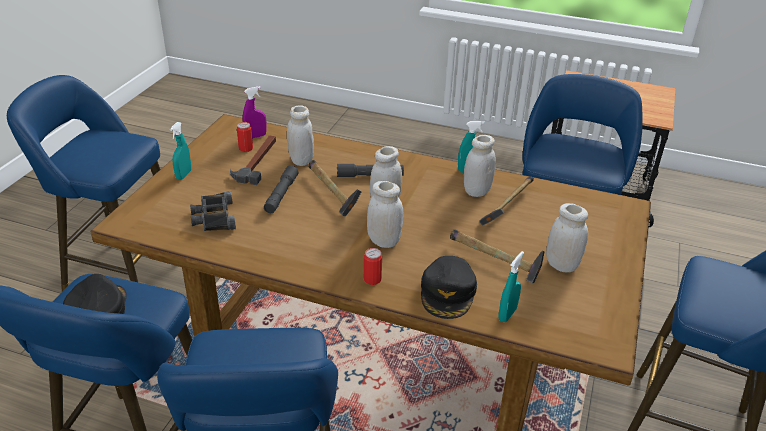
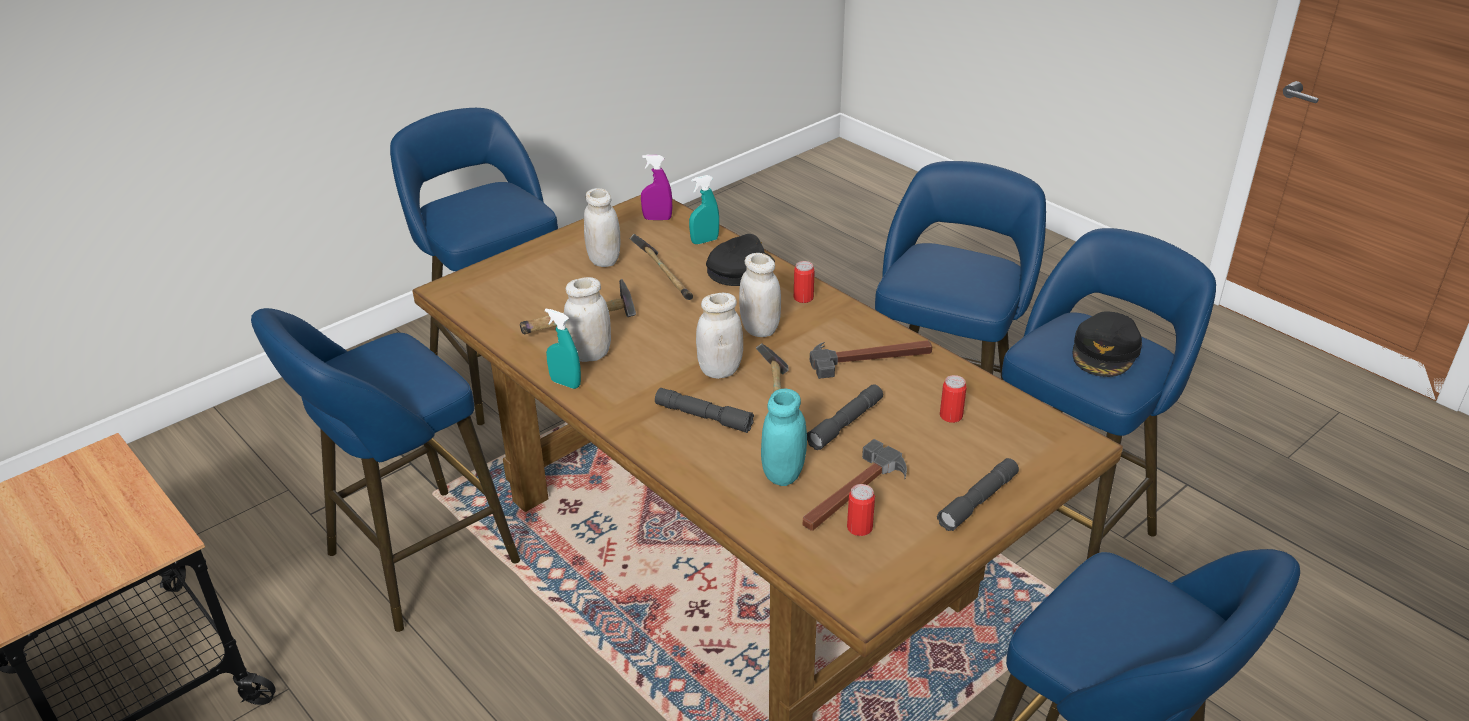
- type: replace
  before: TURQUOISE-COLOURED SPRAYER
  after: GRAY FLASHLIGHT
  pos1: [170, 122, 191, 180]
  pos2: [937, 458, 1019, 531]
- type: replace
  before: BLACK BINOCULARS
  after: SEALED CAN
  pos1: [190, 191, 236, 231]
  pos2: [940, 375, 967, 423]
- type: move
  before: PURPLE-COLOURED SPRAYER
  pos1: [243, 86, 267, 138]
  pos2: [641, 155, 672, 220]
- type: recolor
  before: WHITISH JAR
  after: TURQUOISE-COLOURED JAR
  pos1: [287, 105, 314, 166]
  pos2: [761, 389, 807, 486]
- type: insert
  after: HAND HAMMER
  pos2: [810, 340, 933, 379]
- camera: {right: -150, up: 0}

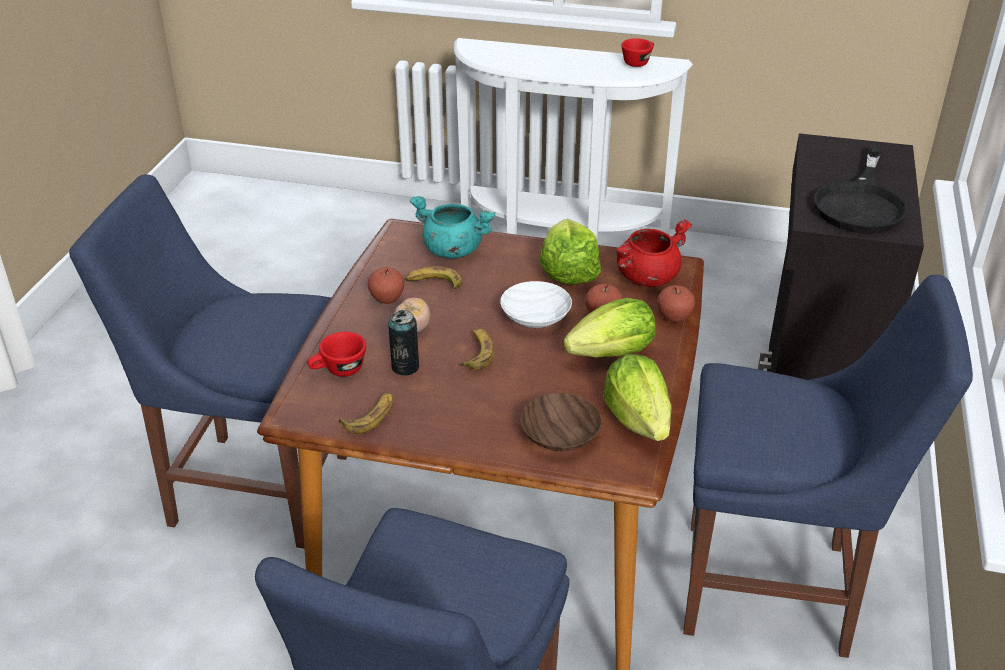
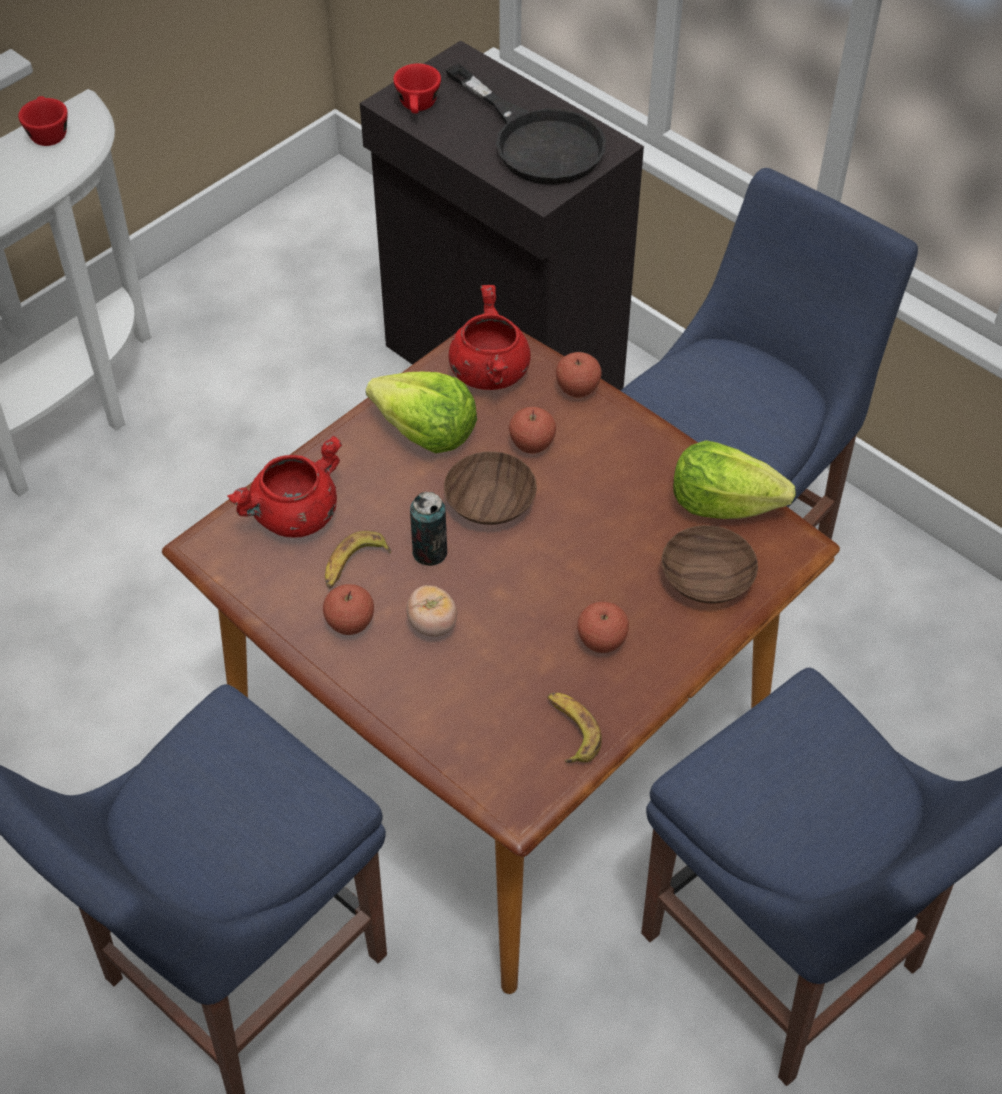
- type: move
  before: RED-COLOURED DRINKING CUP
  pos1: [307, 332, 366, 377]
  pos2: [393, 64, 441, 113]
- type: move
  before: SEALED CAN
  pos1: [388, 310, 419, 376]
  pos2: [410, 492, 447, 566]
- type: recolor
  before: TURQUOISE-COLOURED STOCKPOT
  after: RED-COLOURED STOCKPOT
  pos1: [410, 196, 495, 259]
  pos2: [227, 435, 342, 538]
- type: delete
  before: BANANA
  pos1: [459, 329, 494, 370]
- type: recolor
  before: WHITISH BOWL
  after: BROWN BOWL
  pos1: [500, 281, 572, 328]
  pos2: [444, 451, 537, 525]
- type: delete
  before: LETTUCE HEAD
  pos1: [563, 298, 656, 357]
- type: insert
  after: WHOLE APPLE
  pos2: [577, 602, 629, 653]
- camera: {right: -60, up: 15}

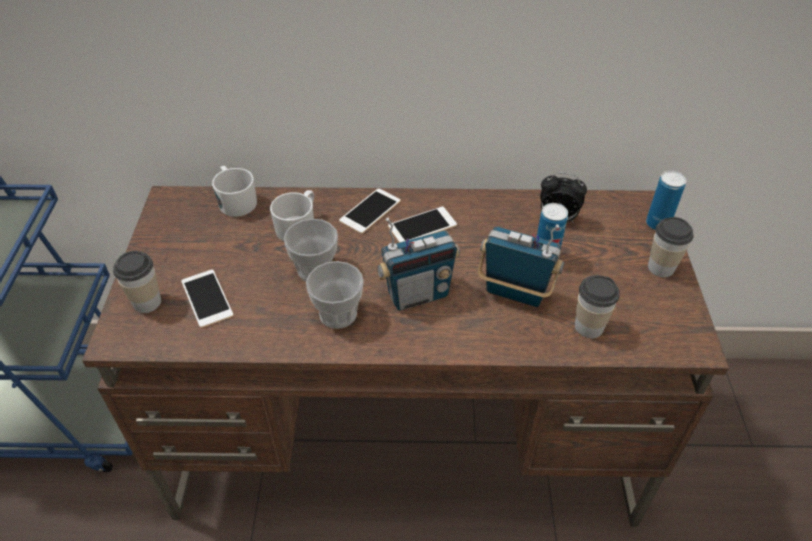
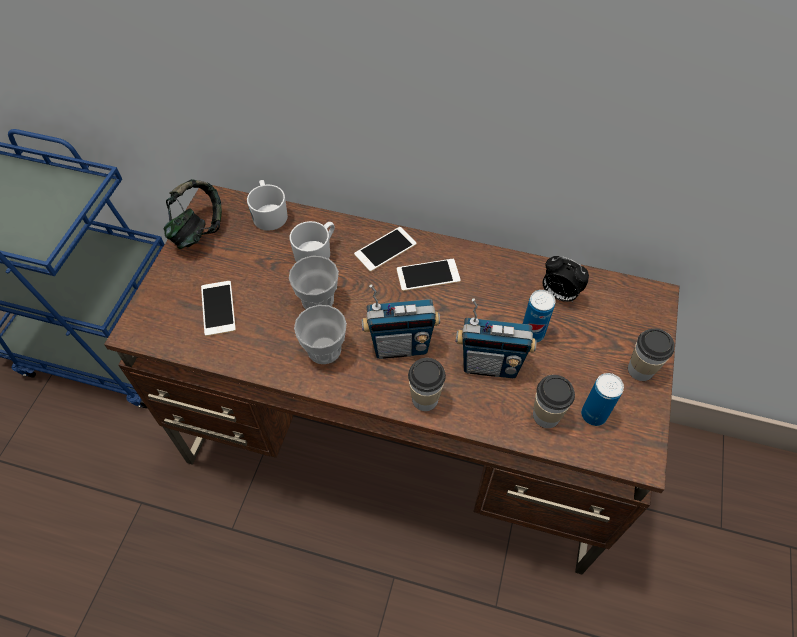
- type: move
  before: DRINKING CUP
  pos1: [113, 251, 161, 313]
  pos2: [408, 358, 446, 411]
- type: rotate
  before: RADIO SET
  pos1: [478, 224, 564, 307]
  pos2: [456, 298, 537, 378]
  turn: 150
- type: move
  before: SEALED CAN
  pos1: [646, 171, 686, 230]
  pos2: [581, 373, 624, 426]
- type: insert
  after: PAIR OF HEADPHONES
  pos2: [164, 179, 222, 249]
- camera: {right: 15, up: 10}

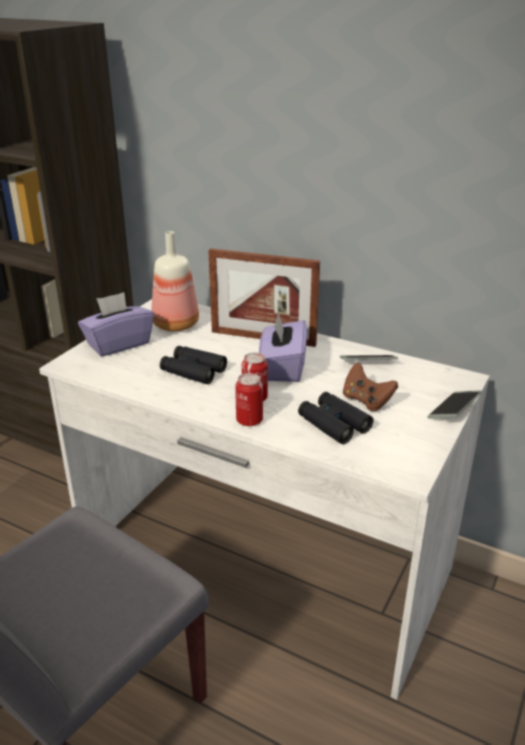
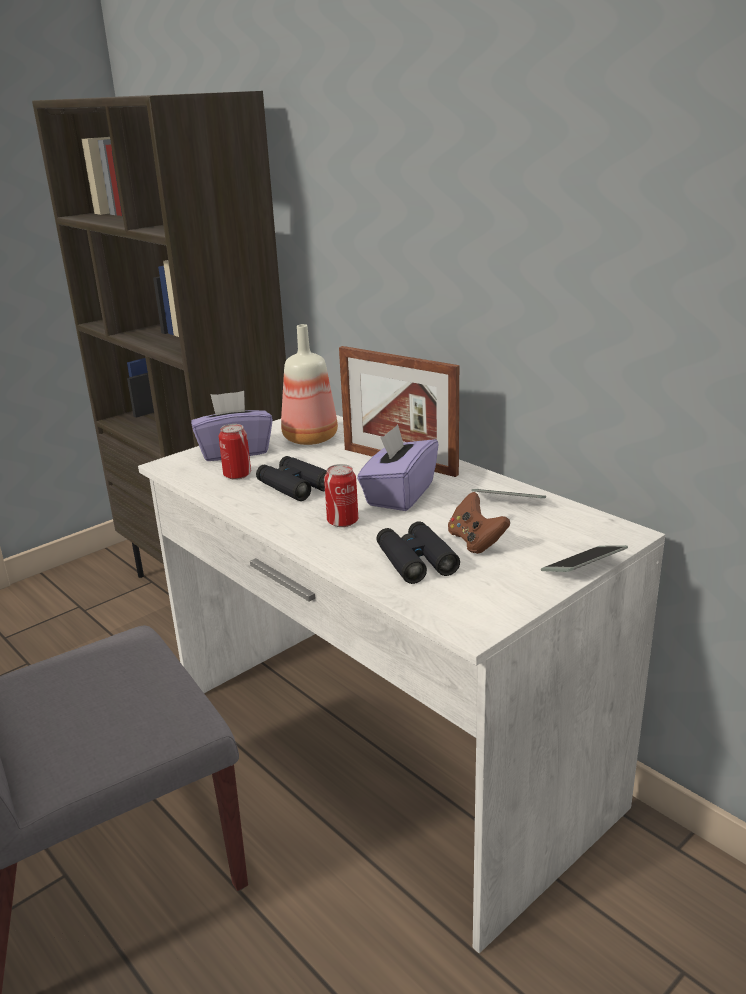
- type: move
  before: SEALED CAN
  pos1: [235, 373, 263, 426]
  pos2: [219, 424, 251, 480]
- camera: {right: 20, up: -5}

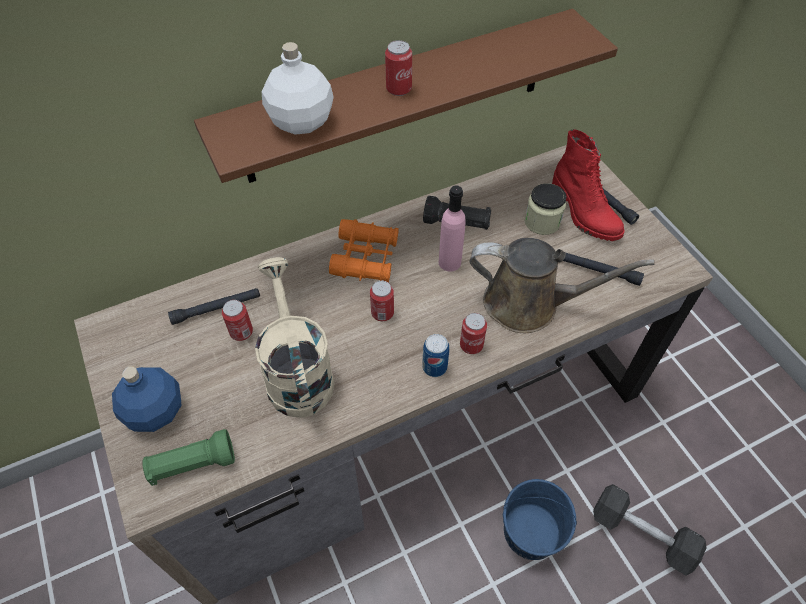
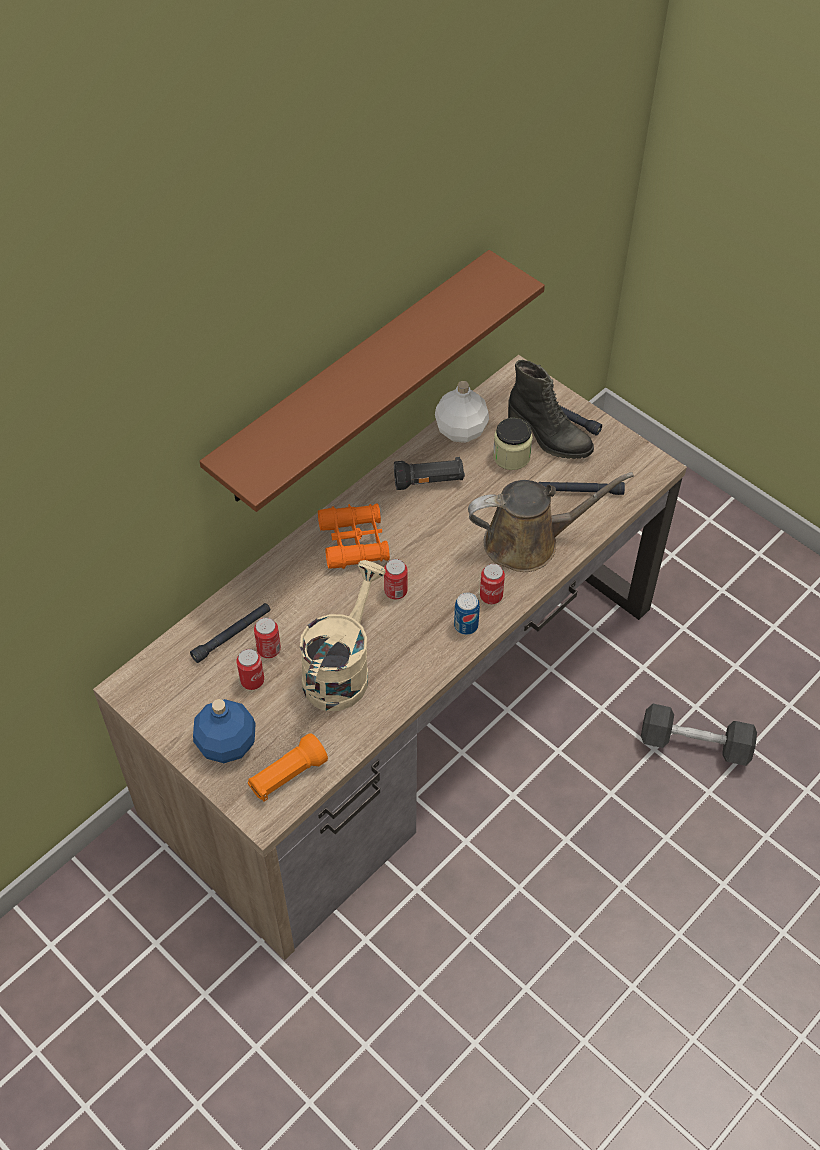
- type: recolor
  before: GREEN FLASHLIGHT
  after: ORANGE FLASHLIGHT
  pos1: [142, 429, 235, 486]
  pos2: [248, 733, 328, 802]
- type: rotate
  before: BEIGE-COLOURED SPRINKLING CAN
  pos1: [255, 257, 335, 418]
  pos2: [300, 560, 386, 711]
  turn: 60
- type: move
  before: WHITISH BEVERAGE BOTTLE
  pos1: [262, 42, 334, 134]
  pos2: [435, 381, 489, 443]
- type: move
  before: SEALED CAN
  pos1: [385, 40, 412, 96]
  pos2: [236, 649, 264, 690]
- type: delete
  before: PINKISH BEVERAGE BOTTLE
  pos1: [439, 185, 466, 272]
- type: delete
  before: BLUE-COLOURED PAIL
  pos1: [503, 479, 577, 560]
- type: recolor
  before: RED-COLOURED BOOT
  after: BLACK BOOT
  pos1: [552, 129, 625, 241]
  pos2: [508, 360, 594, 459]
- camera: {right: -20, up: 0}

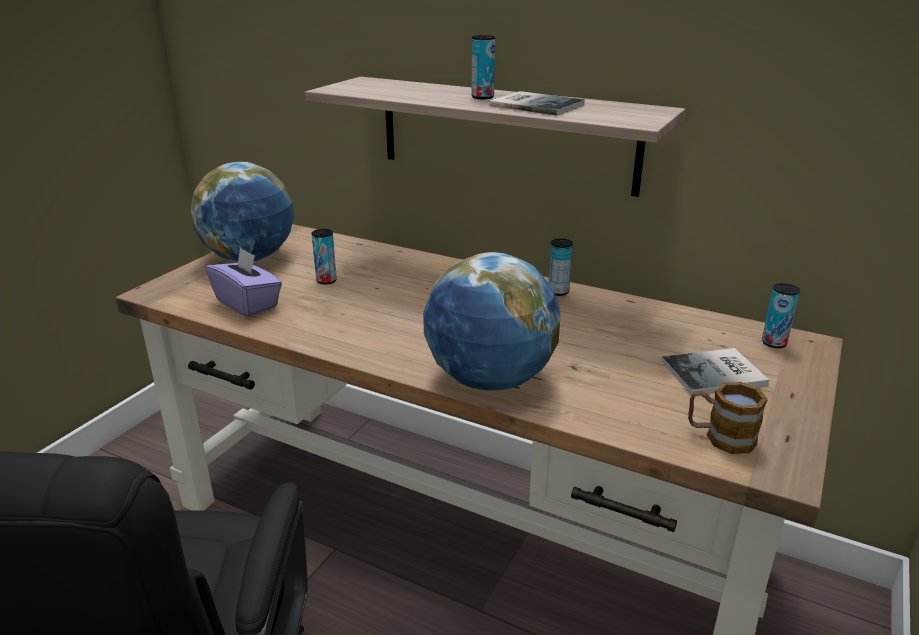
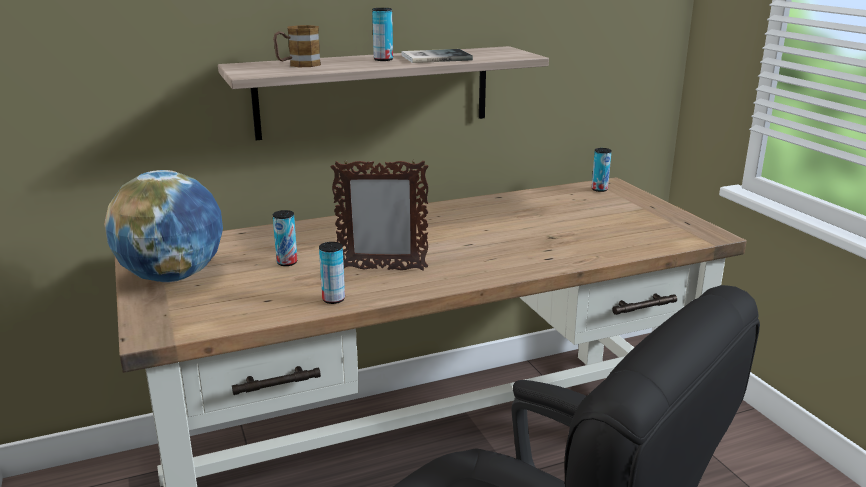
- type: delete
  before: PURPLE-COLOURED TISSUE BOX
  pos1: [206, 247, 282, 317]
- type: delete
  before: GLOBE
  pos1: [423, 252, 560, 391]
- type: move
  before: SEALED CAN
  pos1: [549, 238, 573, 296]
  pos2: [319, 242, 345, 304]
- type: delete
  before: BOUND BOOK
  pos1: [661, 348, 769, 395]
- type: move
  before: COFFEE MUG
  pos1: [688, 382, 768, 454]
  pos2: [273, 25, 321, 67]
- type: insert
  after: STANDING FRAME
  pos2: [331, 159, 428, 271]
- camera: {right: -50, up: -5}

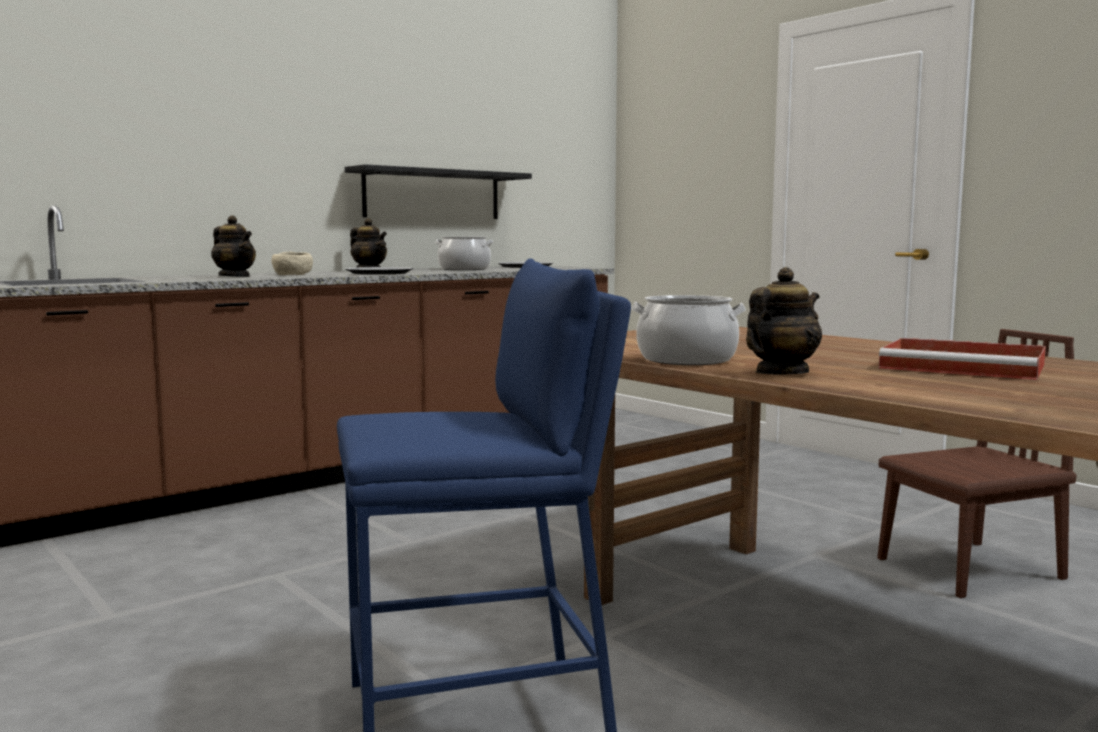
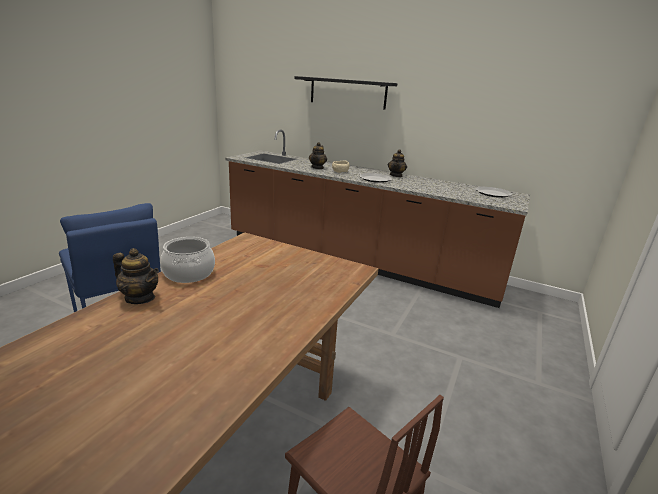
- type: move
  before: BLACK SHELF
  pos1: [345, 164, 532, 219]
  pos2: [294, 76, 398, 109]
- type: delete
  before: STOCKPOT
  pos1: [435, 237, 494, 270]
- type: delete
  before: RED-COLOURED SERVING TRAY
  pos1: [879, 338, 1046, 380]
- camera: {right: 65, up: 15}

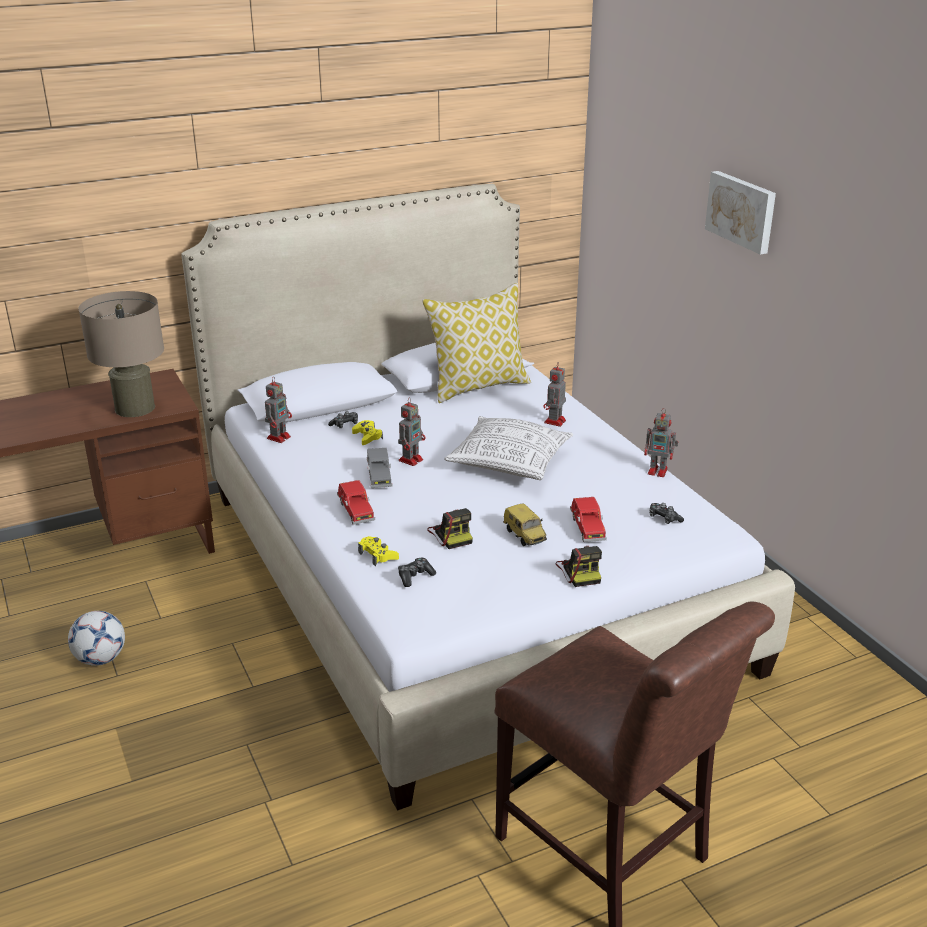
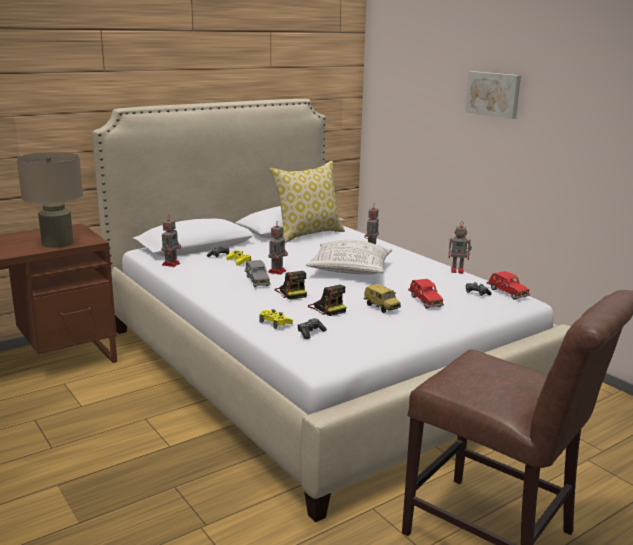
- type: delete
  before: FOOTBALL
  pos1: [68, 611, 125, 666]
- type: move
  before: RED-COLOURED MODEL CAR
  pos1: [337, 480, 375, 525]
  pos2: [486, 271, 530, 300]
- type: move
  before: PHOTO CAMERA
  pos1: [556, 546, 602, 587]
  pos2: [275, 271, 307, 300]
- camera: {right: -10, up: -10}

